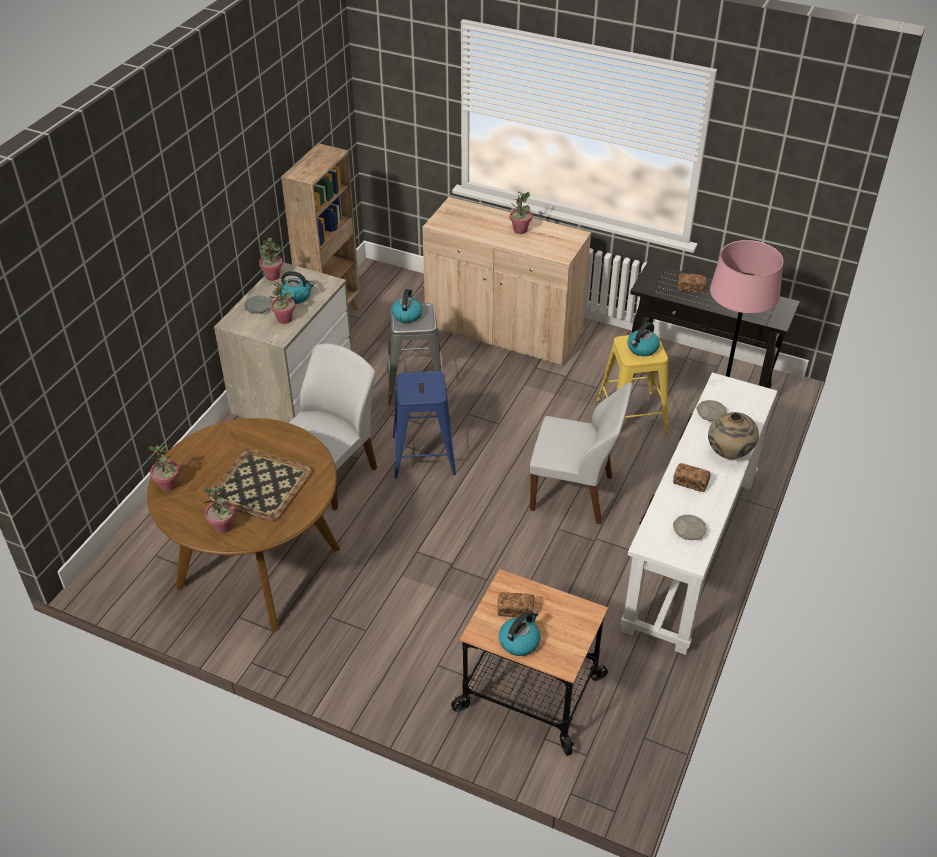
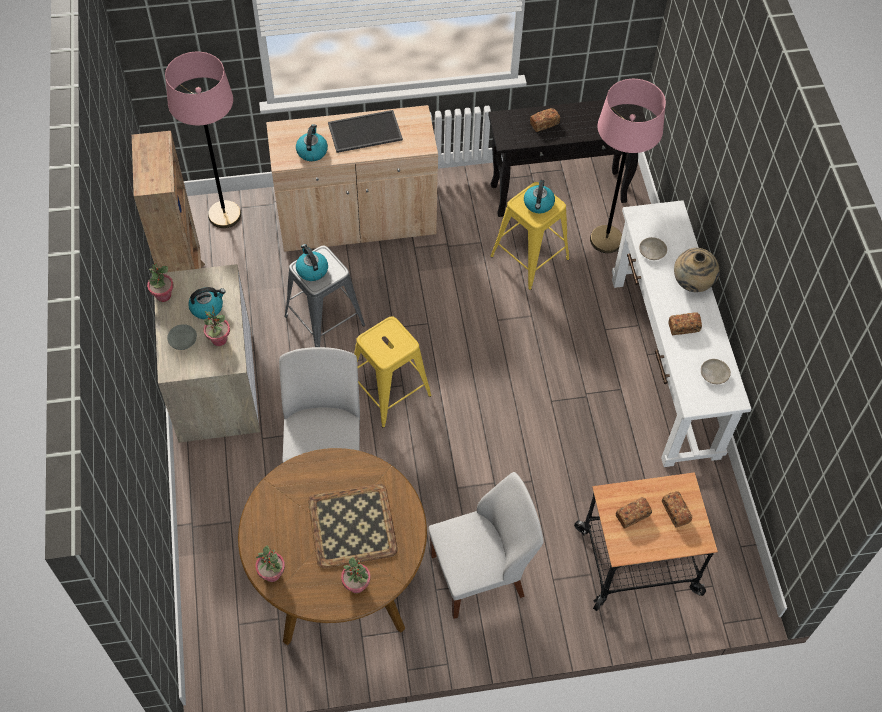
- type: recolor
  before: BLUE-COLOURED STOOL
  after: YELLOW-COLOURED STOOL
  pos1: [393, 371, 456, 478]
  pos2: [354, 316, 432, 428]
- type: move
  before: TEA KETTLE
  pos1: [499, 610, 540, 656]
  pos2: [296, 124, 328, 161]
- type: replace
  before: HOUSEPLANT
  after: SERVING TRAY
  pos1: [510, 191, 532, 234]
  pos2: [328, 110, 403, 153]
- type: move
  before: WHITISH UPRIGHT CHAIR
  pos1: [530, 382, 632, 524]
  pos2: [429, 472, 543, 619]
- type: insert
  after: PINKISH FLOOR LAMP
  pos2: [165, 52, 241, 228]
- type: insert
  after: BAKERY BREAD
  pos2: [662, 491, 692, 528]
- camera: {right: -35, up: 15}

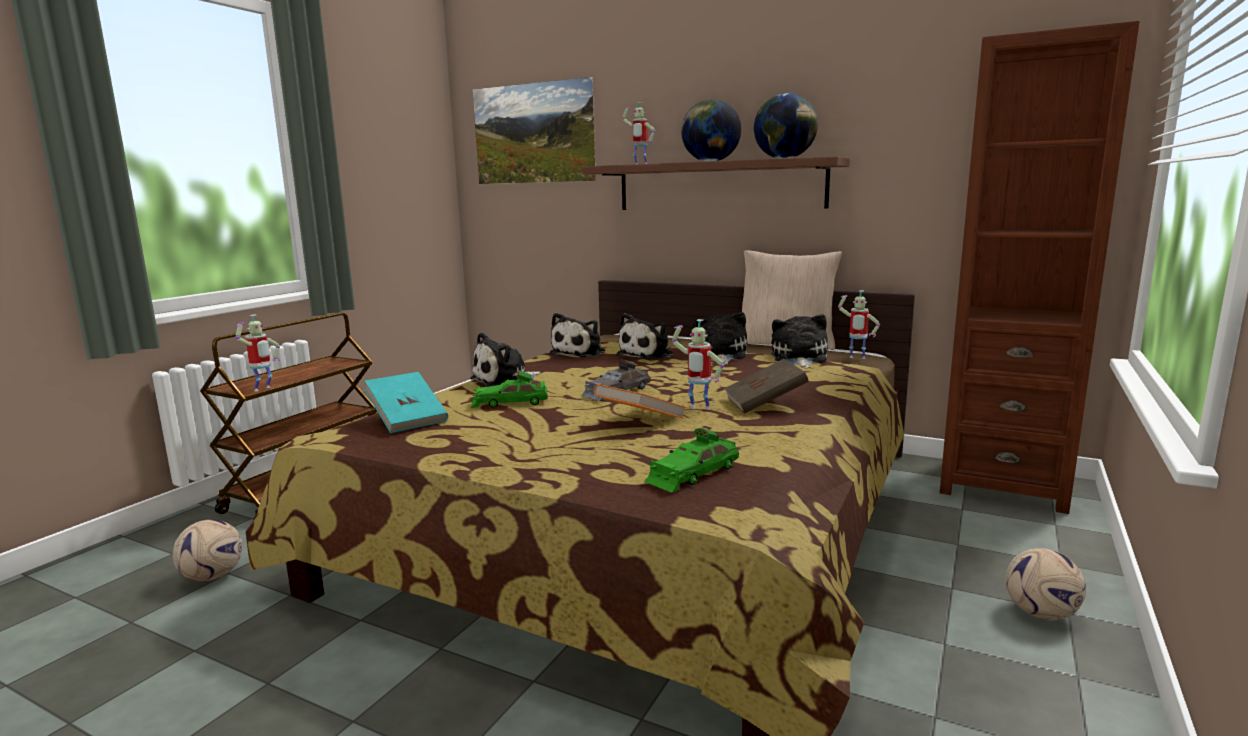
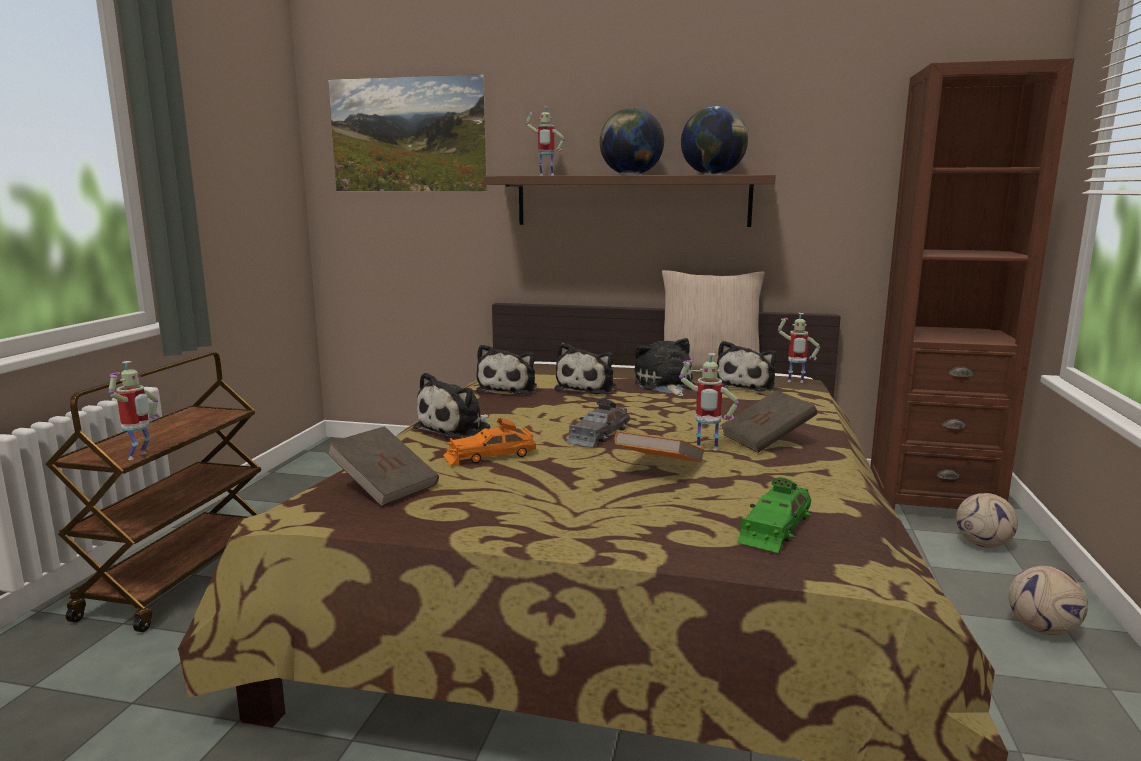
- type: move
  before: FOOTBALL
  pos1: [173, 519, 243, 581]
  pos2: [956, 493, 1018, 547]
- type: recolor
  before: TURQUOISE-COLOURED BOUND BOOK
  after: BROWN BOUND BOOK
  pos1: [364, 372, 448, 433]
  pos2: [327, 426, 439, 506]
- type: recolor
  before: GREEN MODEL CAR
  after: ORANGE MODEL CAR
  pos1: [471, 370, 548, 408]
  pos2: [443, 418, 536, 465]
- type: rotate
  before: CUDDLY TOY
  pos1: [771, 314, 828, 368]
  pos2: [717, 341, 776, 391]
  turn: -150
- camera: {right: -15, up: 0}

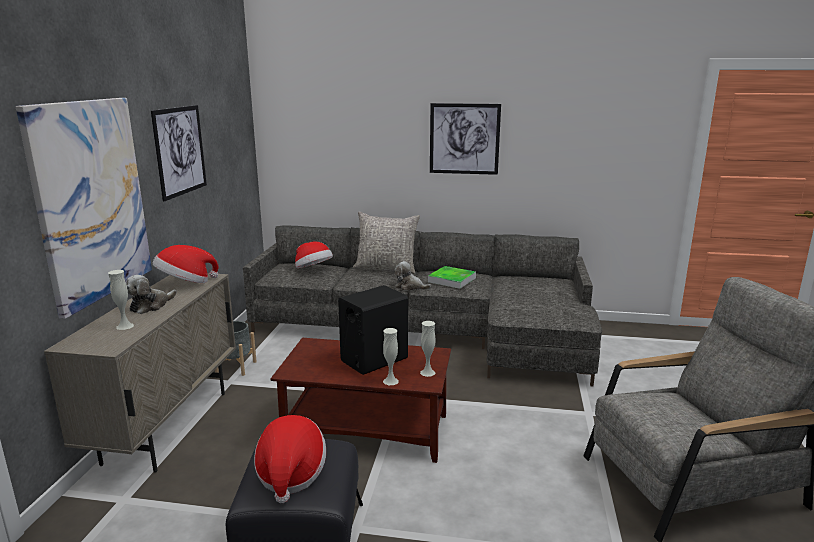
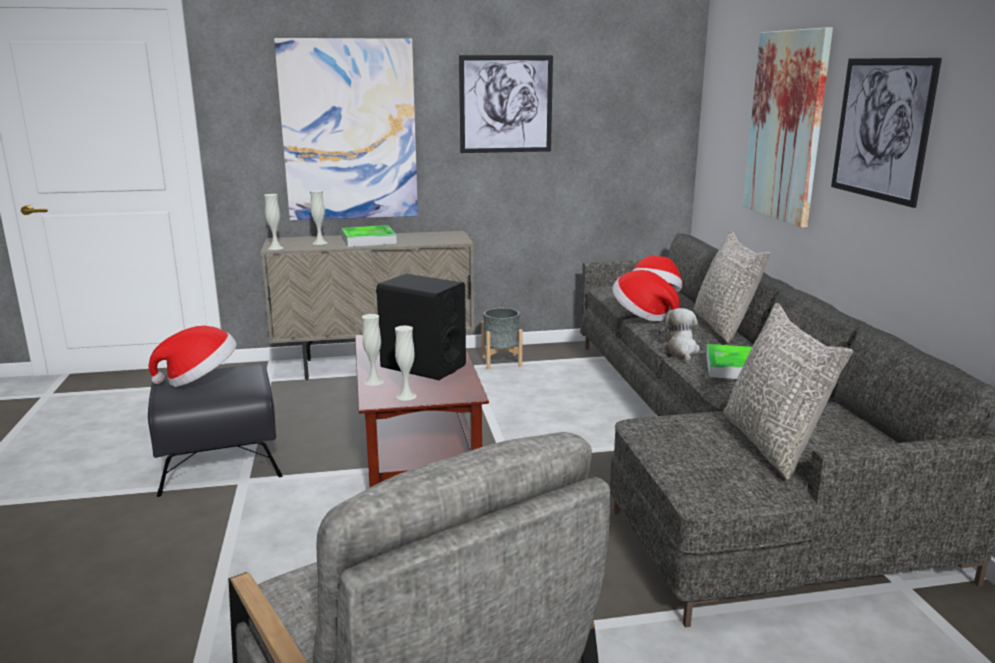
- type: replace
  before: CUDDLY TOY
  after: SERVING TRAY
  pos1: [126, 275, 177, 314]
  pos2: [341, 225, 397, 247]
- type: move
  before: HAT
  pos1: [153, 245, 219, 283]
  pos2: [612, 270, 679, 321]
- type: insert
  after: WHITISH VASE
  pos2: [264, 194, 283, 250]
- type: insert
  after: GRAY CUSHION
  pos2: [723, 303, 853, 480]
- type: insert
  after: PICTURE
  pos2: [743, 27, 833, 228]
- camera: {right: 70, up: 0}

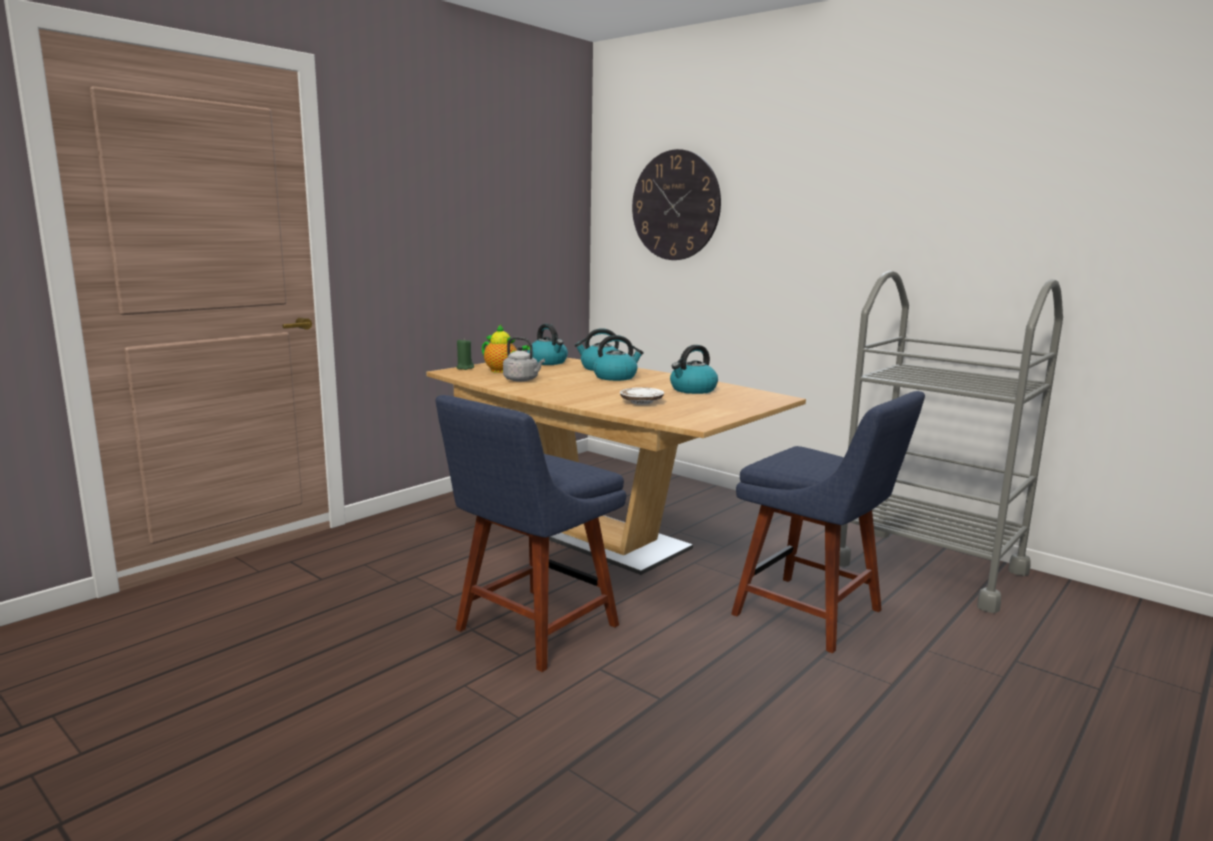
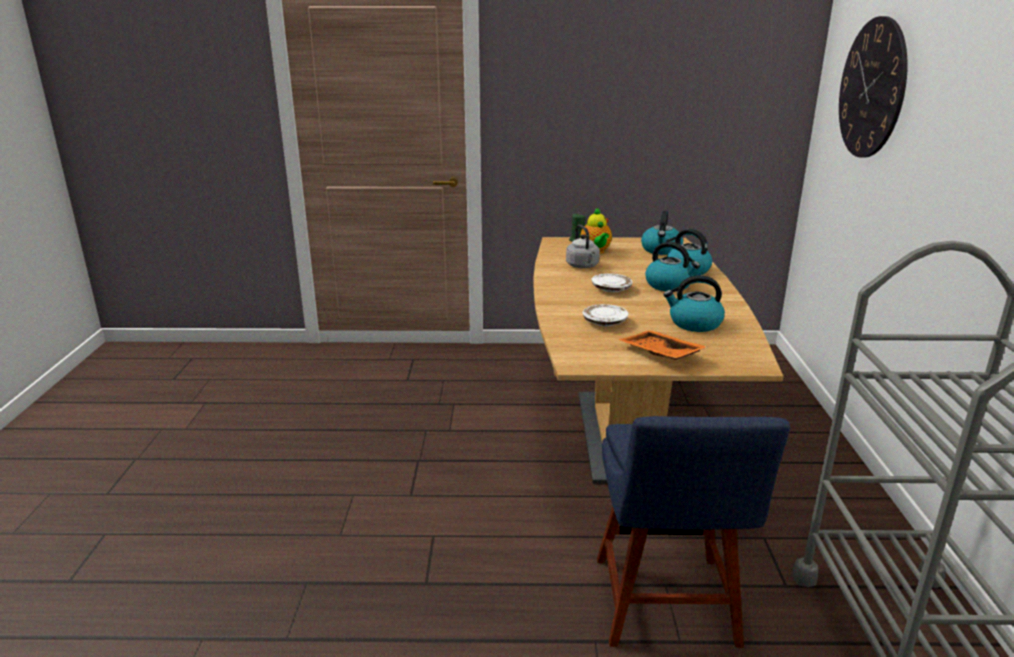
- type: delete
  before: BLUE-COLOURED UPRIGHT CHAIR
  pos1: [435, 395, 626, 672]
- type: insert
  after: WHITISH PLATE
  pos2: [592, 273, 633, 293]
- type: insert
  after: ORANGE SERVING TRAY
  pos2: [618, 330, 707, 360]
- camera: {right: 50, up: 10}

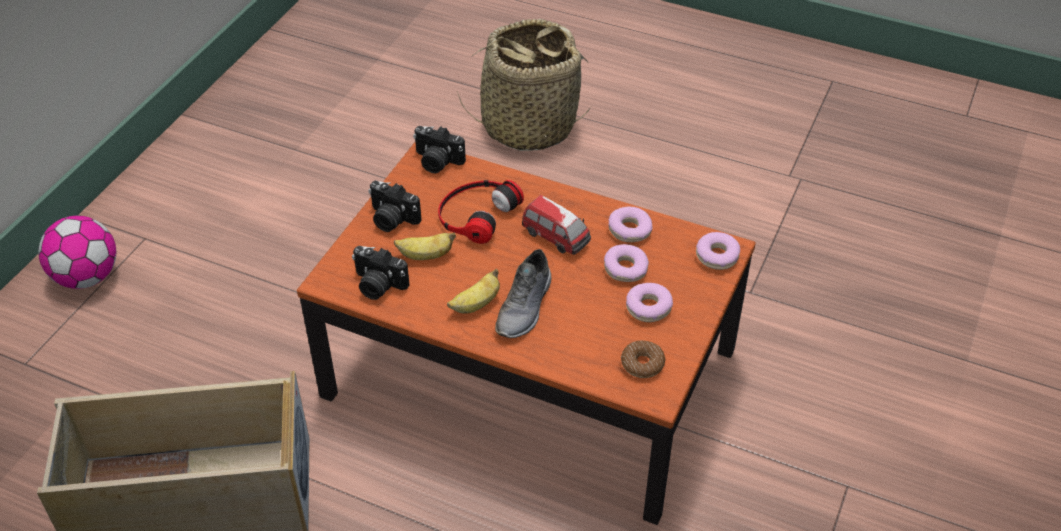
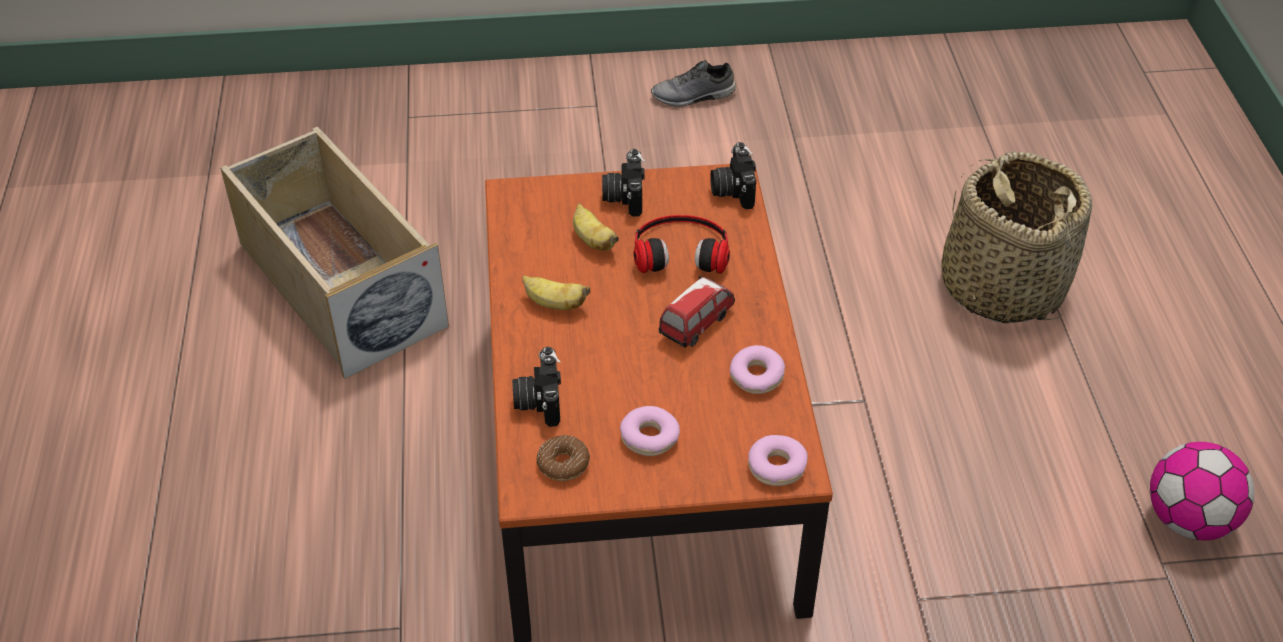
- type: move
  before: FOOTBALL
  pos1: [38, 216, 116, 289]
  pos2: [1150, 442, 1255, 540]
- type: move
  before: PHOTO CAMERA
  pos1: [352, 246, 410, 300]
  pos2: [512, 347, 561, 427]
- type: move
  before: GRAY ITEM OF FOOTWEAR
  pos1: [495, 249, 552, 338]
  pos2: [651, 60, 736, 107]
- type: rotate
  before: MODEL CAR
  pos1: [522, 195, 591, 255]
  pos2: [659, 276, 735, 348]
  turn: -150
- type: delete
  before: DONUT
  pos1: [604, 244, 649, 282]
- camera: {right: 60, up: 0}

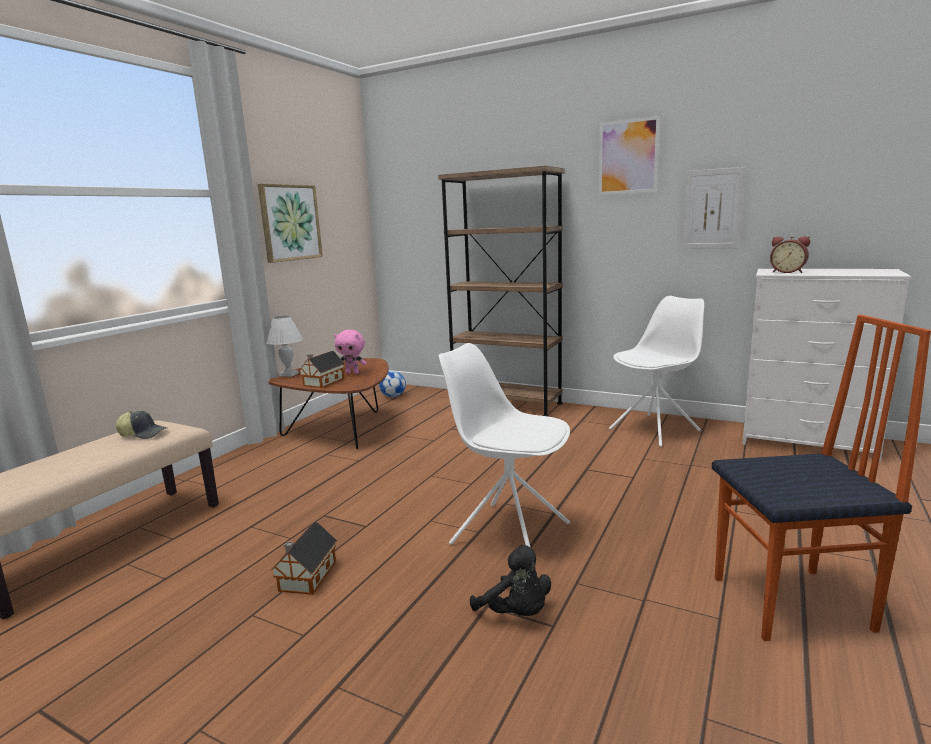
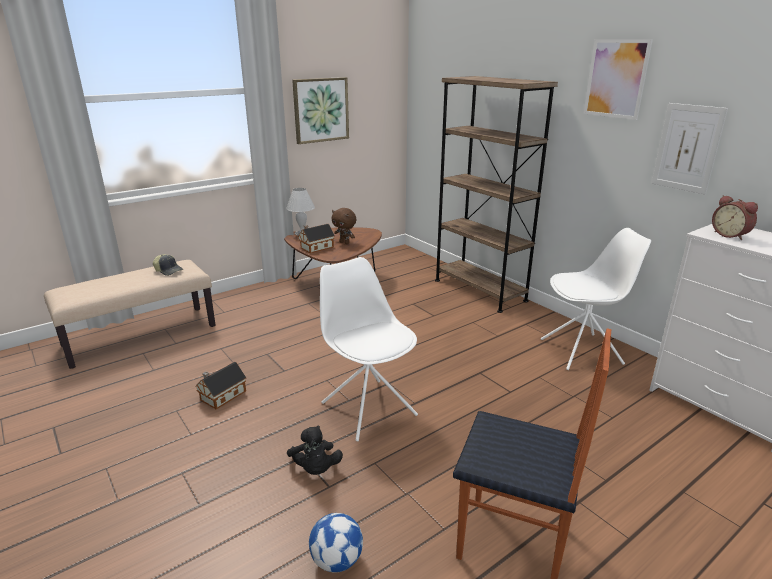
- type: recolor
  before: PINKISH CUDDLY TOY
  after: BROWN CUDDLY TOY
  pos1: [334, 330, 367, 374]
  pos2: [332, 208, 356, 244]
- type: move
  before: FOOTBALL
  pos1: [379, 371, 406, 397]
  pos2: [309, 513, 363, 572]
- camera: {right: 25, up: 10}

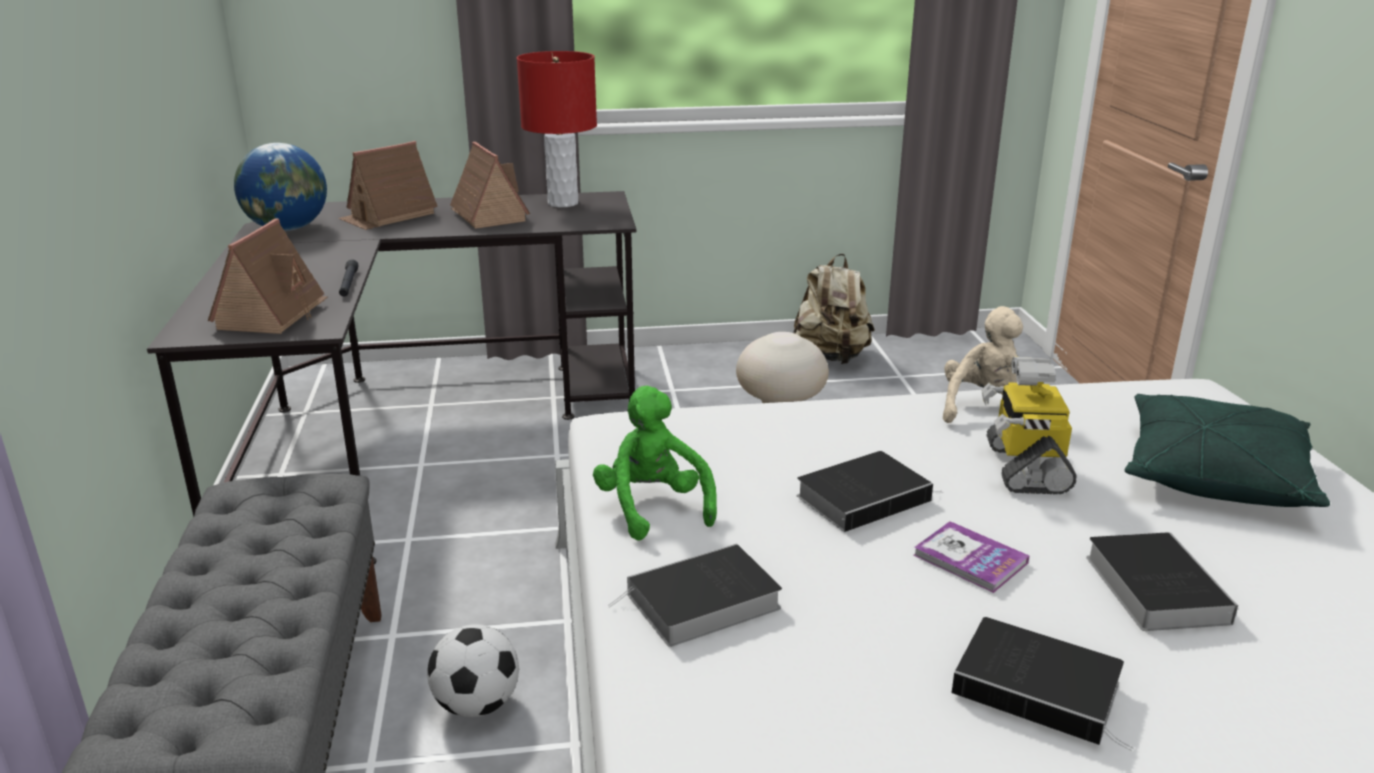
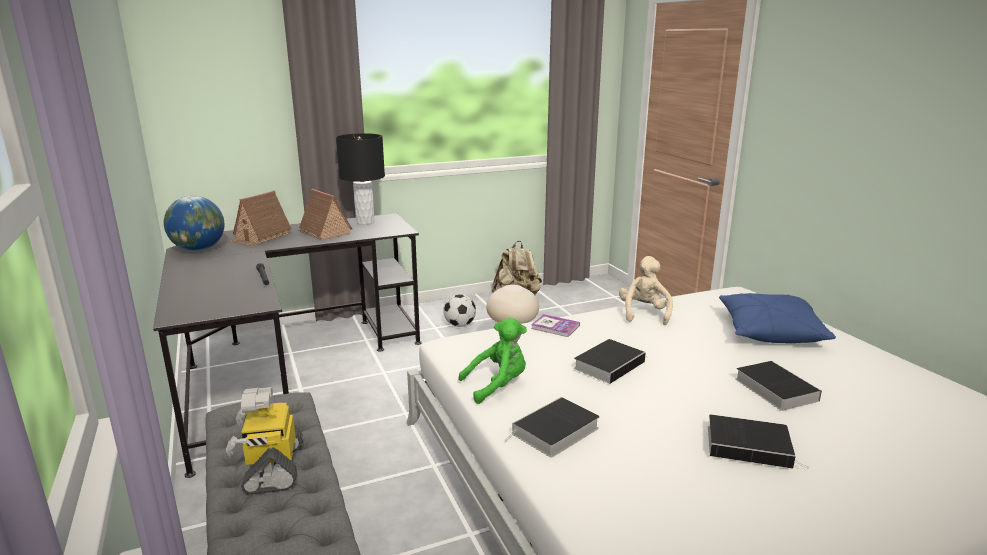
- type: delete
  before: TOY HOUSE
  pos1: [208, 219, 328, 334]
- type: move
  before: FOOTBALL
  pos1: [427, 624, 519, 718]
  pos2: [443, 294, 476, 327]
- type: recolor
  before: RED-COLOURED TABLE LAMP
  after: BLACK TABLE LAMP
  pos1: [517, 51, 597, 207]
  pos2: [336, 133, 385, 225]
- type: rotate
  before: GREEN CUDDLY TOY
  pos1: [593, 386, 717, 541]
  pos2: [458, 318, 527, 404]
  turn: 105
- type: move
  before: BOUND BOOK
  pos1: [913, 521, 1029, 593]
  pos2: [531, 314, 580, 337]
- type: move
  before: MODEL ROBOT
  pos1: [981, 357, 1076, 494]
  pos2: [226, 387, 302, 495]
- type: recolor
  before: GREEN CUSHION
  after: BLUE-COLOURED CUSHION
  pos1: [1125, 394, 1330, 507]
  pos2: [719, 293, 836, 343]
- camera: {right: -15, up: -5}

